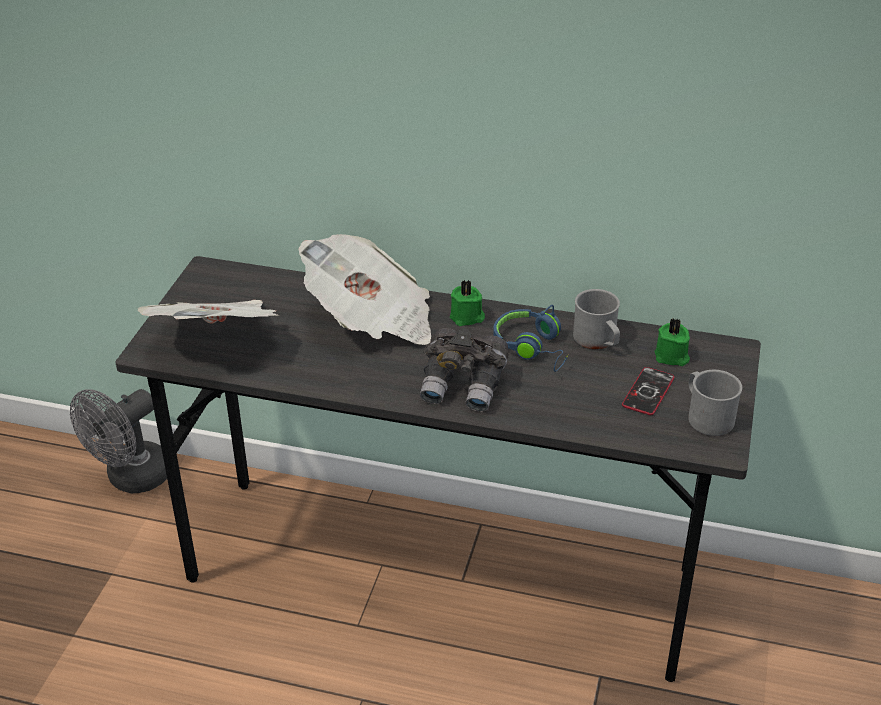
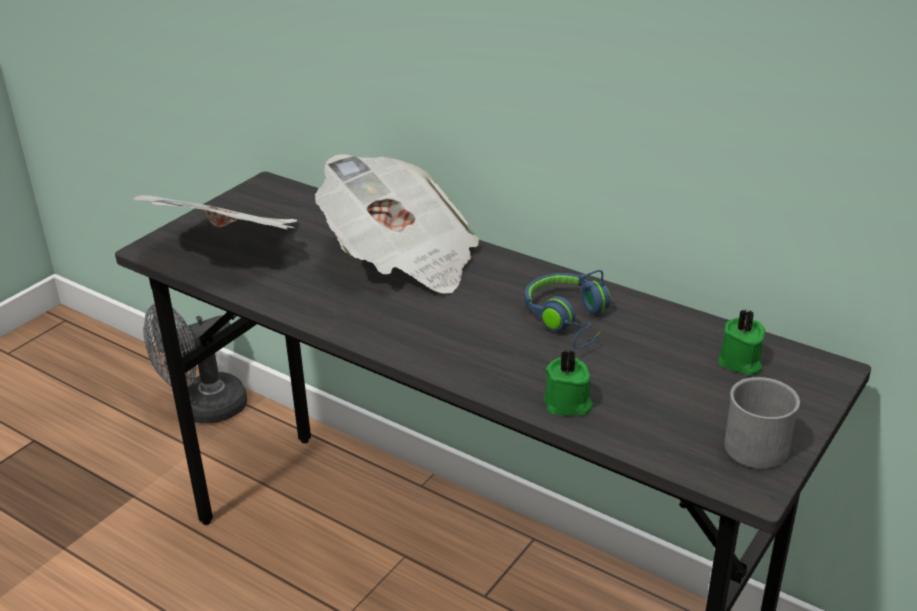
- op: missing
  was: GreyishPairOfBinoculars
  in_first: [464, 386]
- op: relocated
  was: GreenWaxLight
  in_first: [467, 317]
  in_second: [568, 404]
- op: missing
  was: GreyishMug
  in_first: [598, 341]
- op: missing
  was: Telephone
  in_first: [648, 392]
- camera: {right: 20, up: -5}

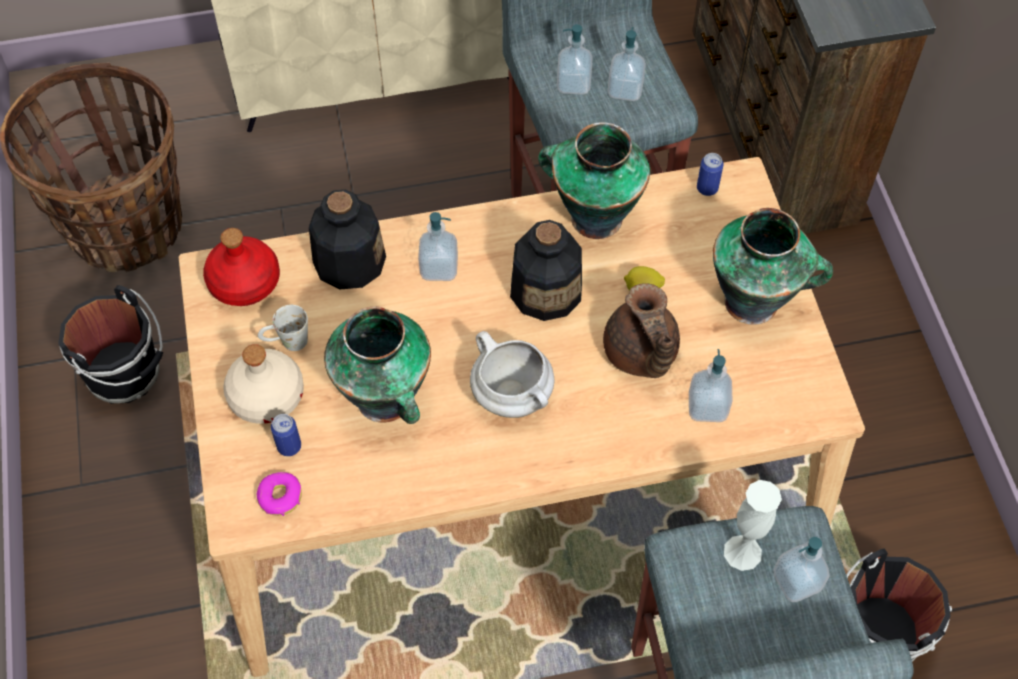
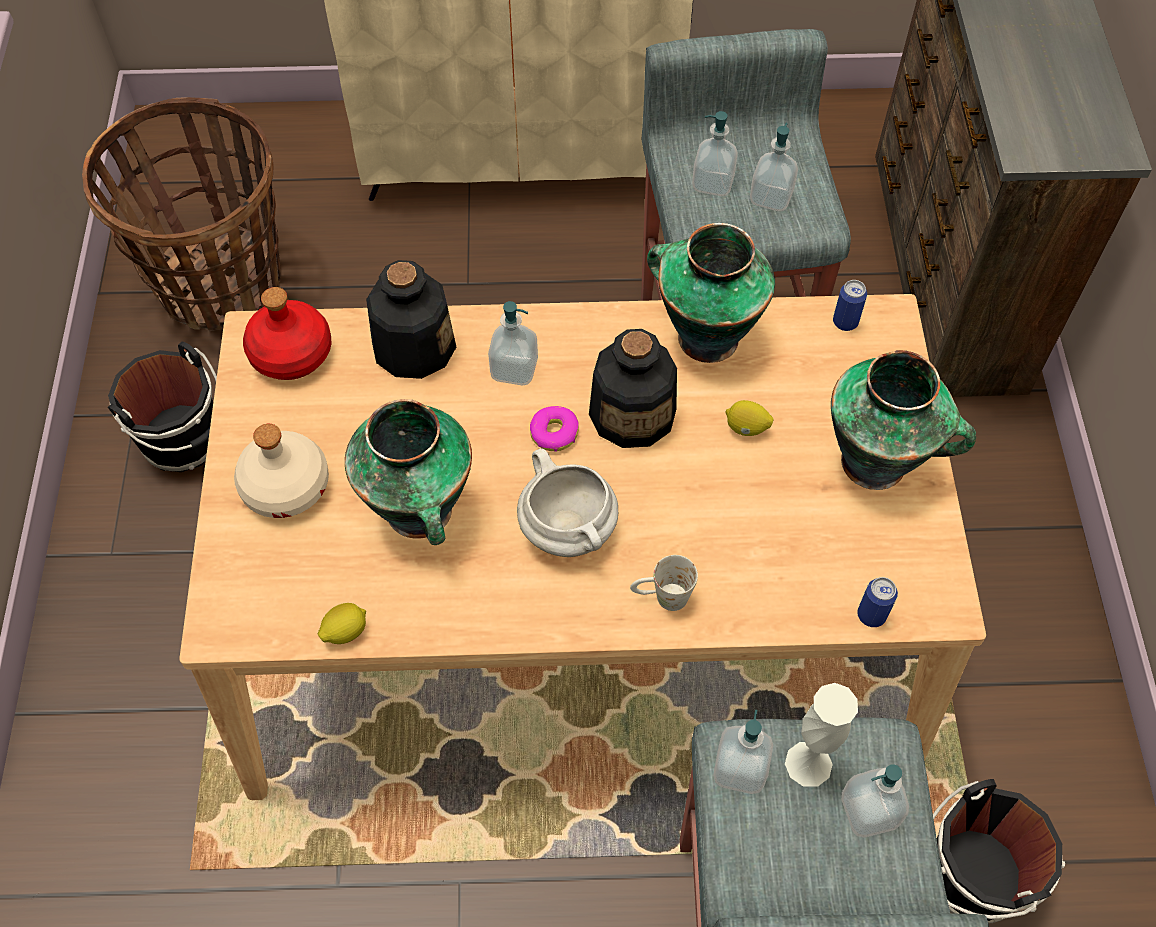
- op: relocated
  was: Doughnut
  in_first: [280, 497]
  in_second: [554, 433]
- op: relocated
  was: WhitishMug
  in_first: [286, 342]
  in_second: [661, 598]
- op: relocated
  was: MetalCan
  in_first: [289, 446]
  in_second: [871, 615]
- op: missing
  was: BrownColouredTeapot
  in_first: [640, 354]
- op: relocated
  was: LiquidSoapBottle
  in_first: [707, 407]
  in_second: [740, 769]
- op: appeared
  now: CitrusFruit
  in_second: [345, 631]
- camera: {right: 10, up: 0}

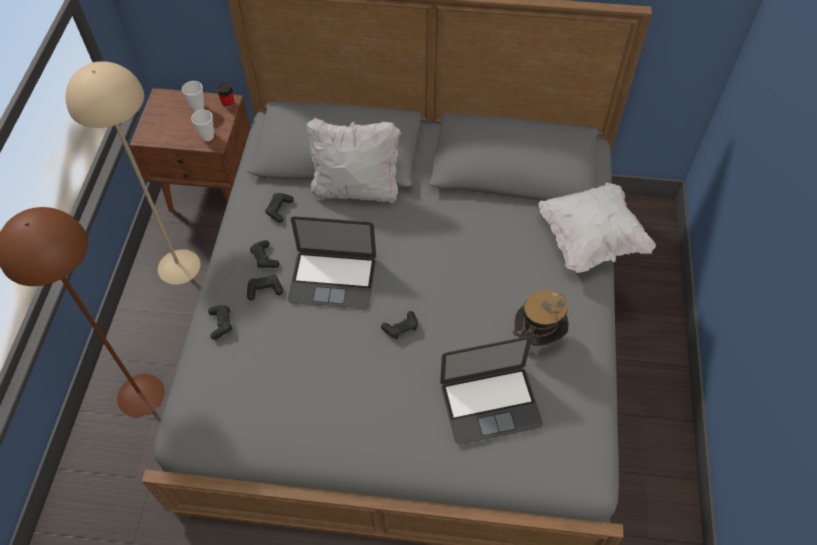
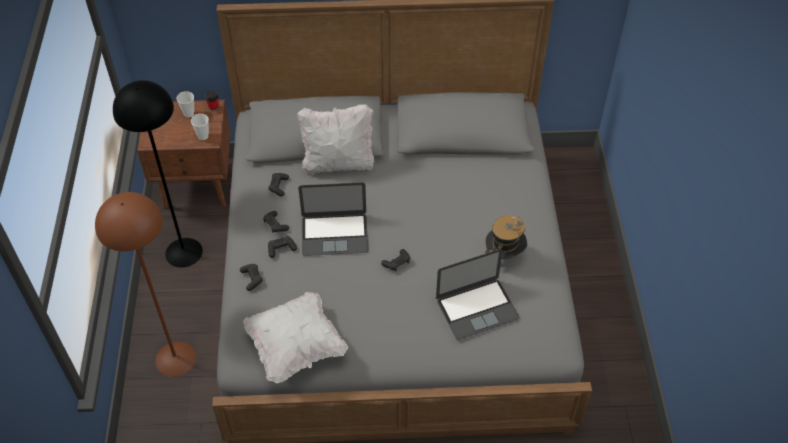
- op: colour
  was: BeigeFloorLamp
  now: BlackColouredFloorLamp
  in_first: [179, 267]
  in_second: [184, 252]
- op: relocated
  was: WhitishThrowPillow
  in_first: [590, 239]
  in_second: [296, 346]
- camera: {right: -10, up: -5}

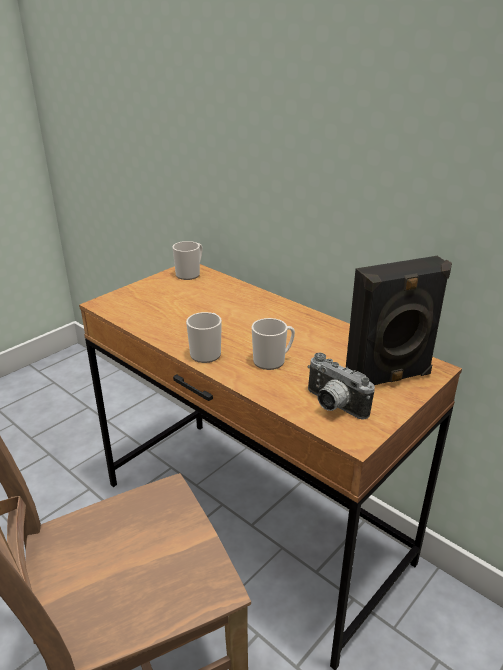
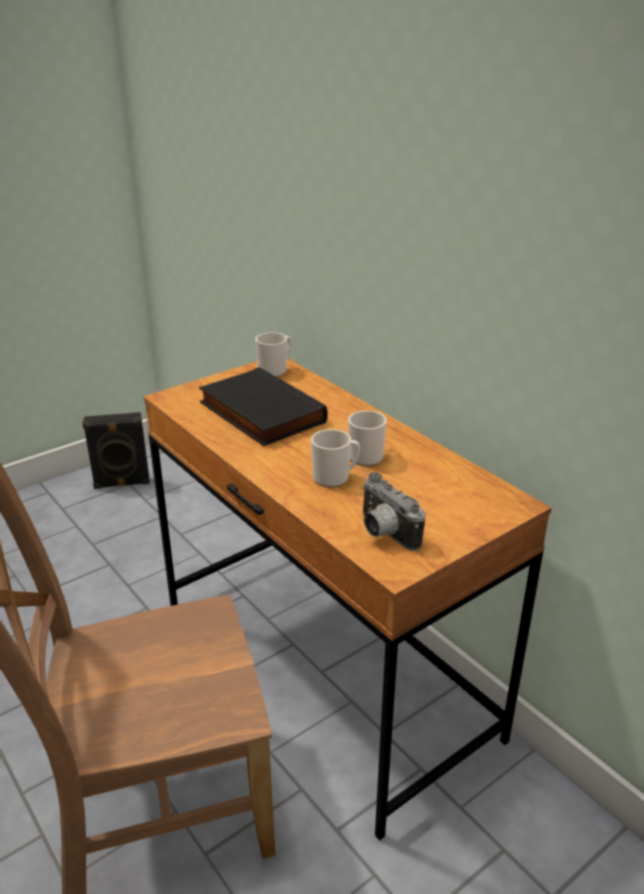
- op: relocated
  was: Mug
  in_first: [207, 352]
  in_second: [368, 455]
- op: relocated
  was: BlackColouredSpeaker
  in_first: [389, 378]
  in_second: [122, 484]
- op: appeared
  now: BlackColouredBook
  in_second: [259, 413]
- camera: {right: 10, up: 0}

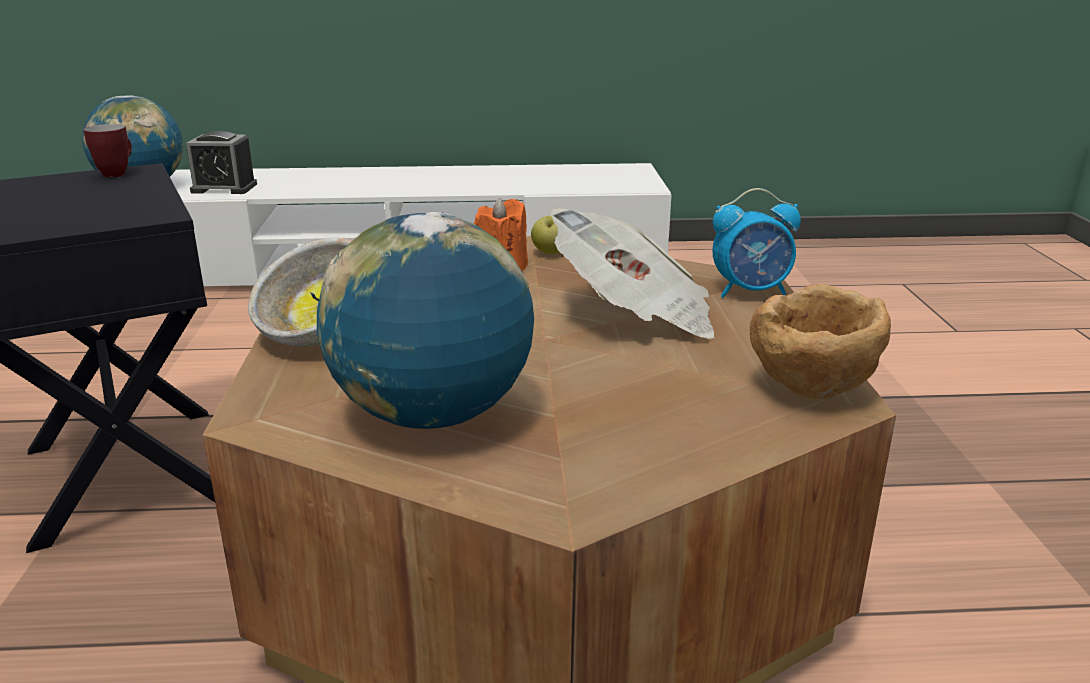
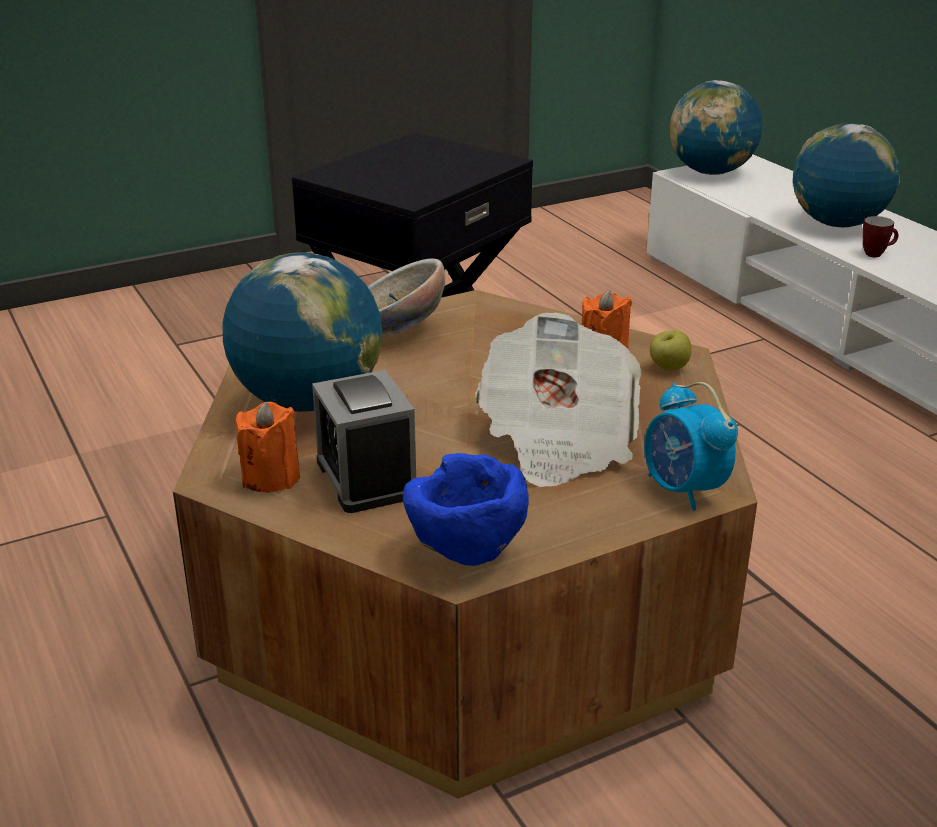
- op: relocated
  was: Mug
  in_first: [117, 173]
  in_second: [876, 254]
- op: relocated
  was: BedsideClock
  in_first: [224, 188]
  in_second: [366, 478]
- op: colour
  was: BrownColouredDeepDish
  now: BluishDeepDish
  in_first: [812, 392]
  in_second: [466, 553]
- op: appeared
  now: OrangeColouredWaxLight
  in_second: [271, 477]
- op: appeared
  now: Globe
  in_second: [837, 224]
- camera: {right: 65, up: 5}

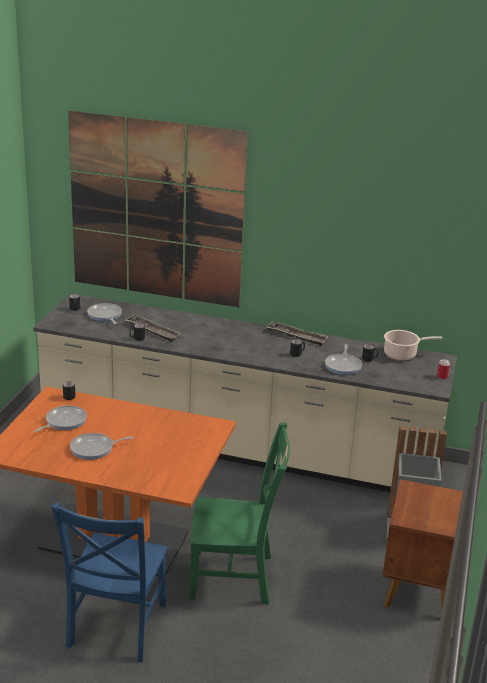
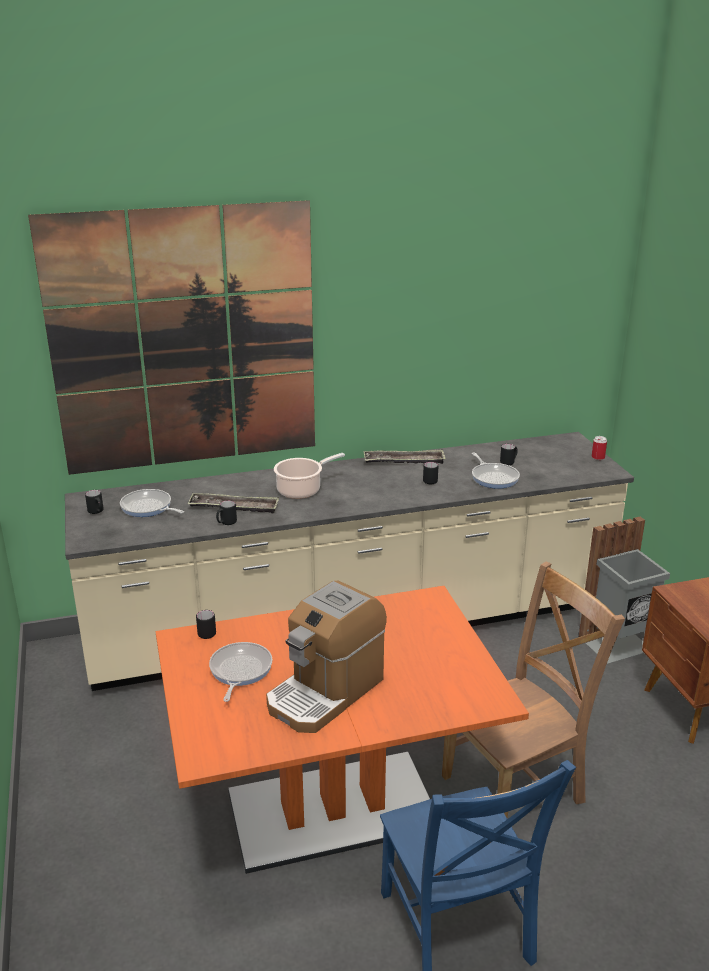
- op: exchanged
  was: FryingPan
  now: CoffeeBrewer
  in_first: [94, 449]
  in_second: [325, 692]
- op: colour
  was: GreenPlainChair
  now: BrownColouredPlainChair
  in_first: [235, 577]
  in_second: [517, 786]
- op: relocated
  was: Saucepot
  in_first: [402, 354]
  in_second: [301, 490]
- camera: {right: -30, up: 0}

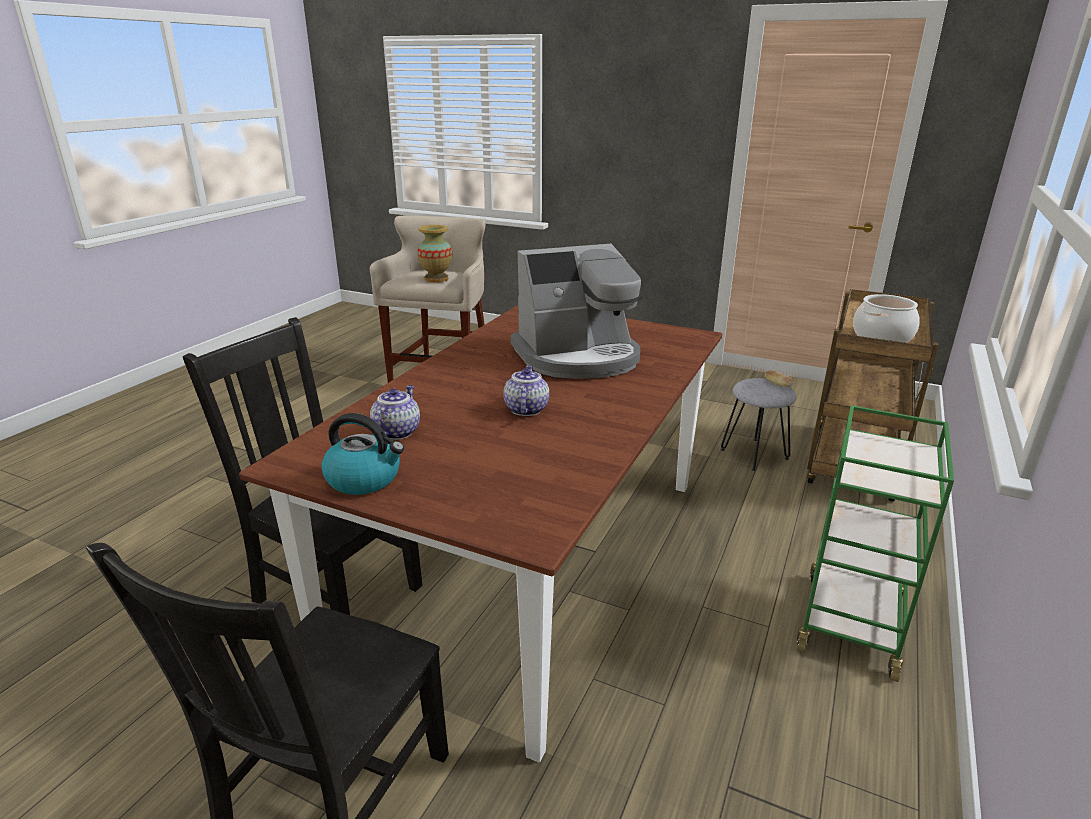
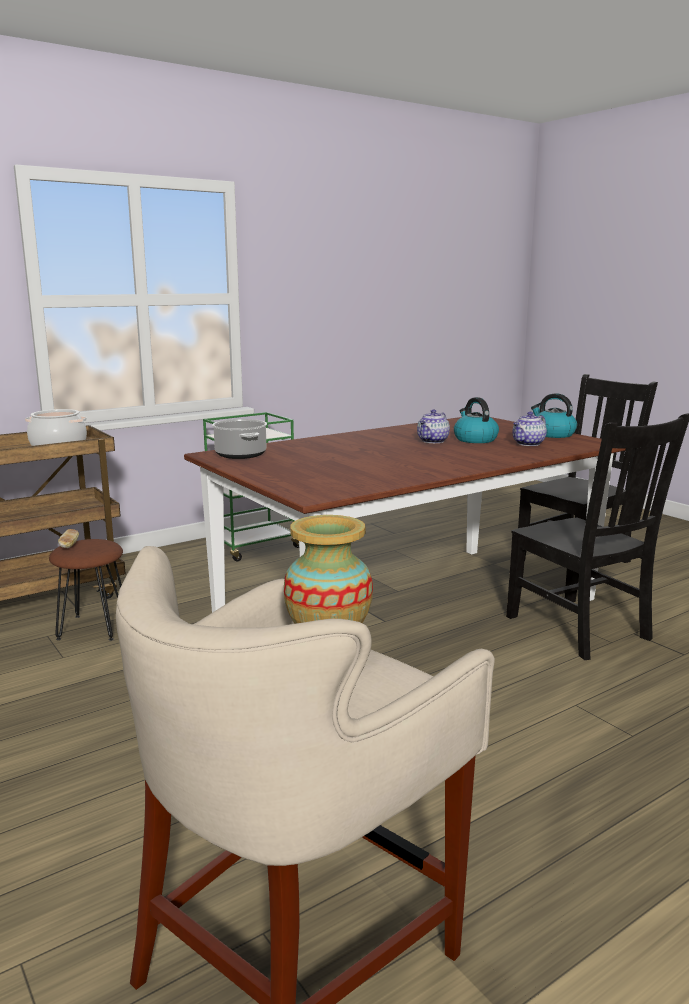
- op: missing
  was: CoffeeBrewer
  in_first: [578, 357]
- op: colour
  was: GreyishStoolSeat
  now: BrownColouredStoolSeat
  in_first: [754, 454]
  in_second: [94, 627]
- op: appeared
  now: Saucepot
  in_second: [240, 454]
- op: appeared
  now: Kettle
  in_second: [474, 439]
- camera: {right: -150, up: -10}

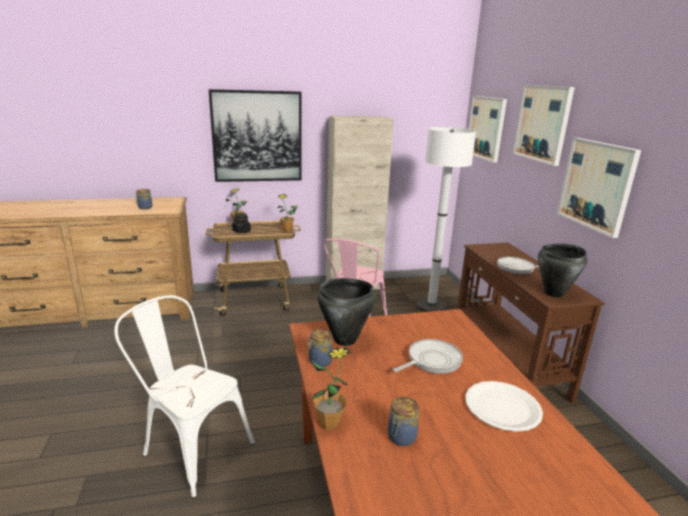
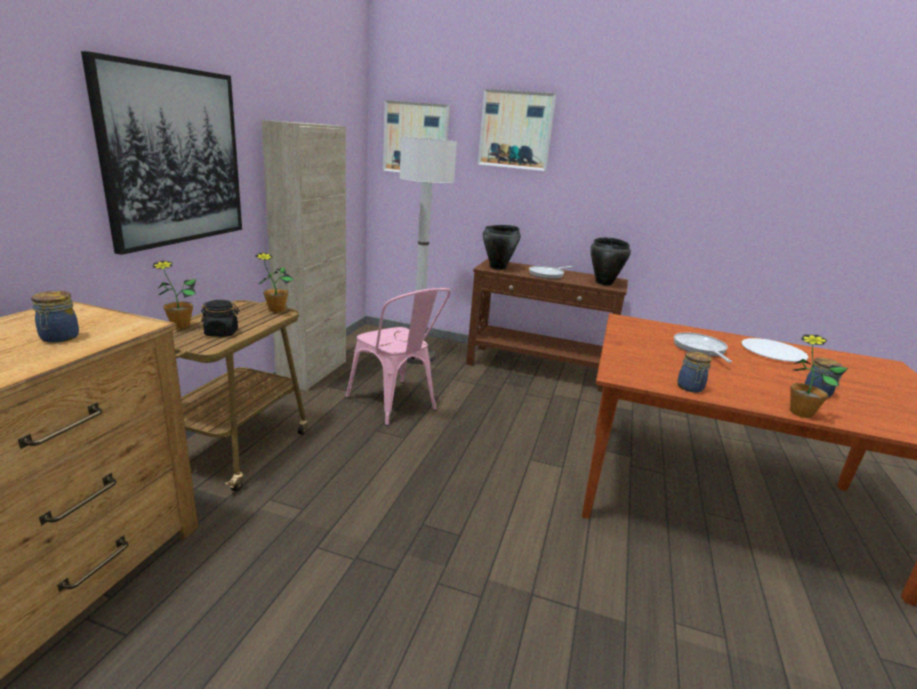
- op: missing
  was: WhitishPlainChair
  in_first: [191, 447]
- op: relocated
  was: BlackColouredSaucepot
  in_first: [345, 340]
  in_second: [498, 267]
- op: missing
  was: Picture
  in_first: [596, 185]
- camera: {right: -60, up: 0}

